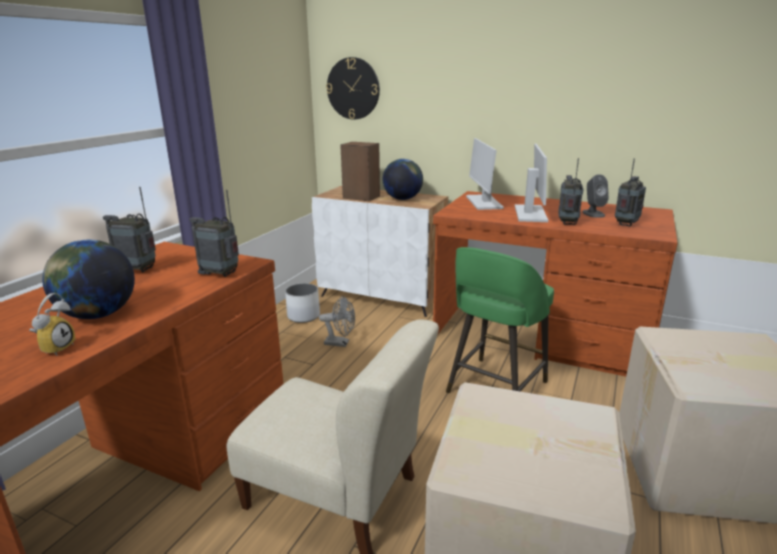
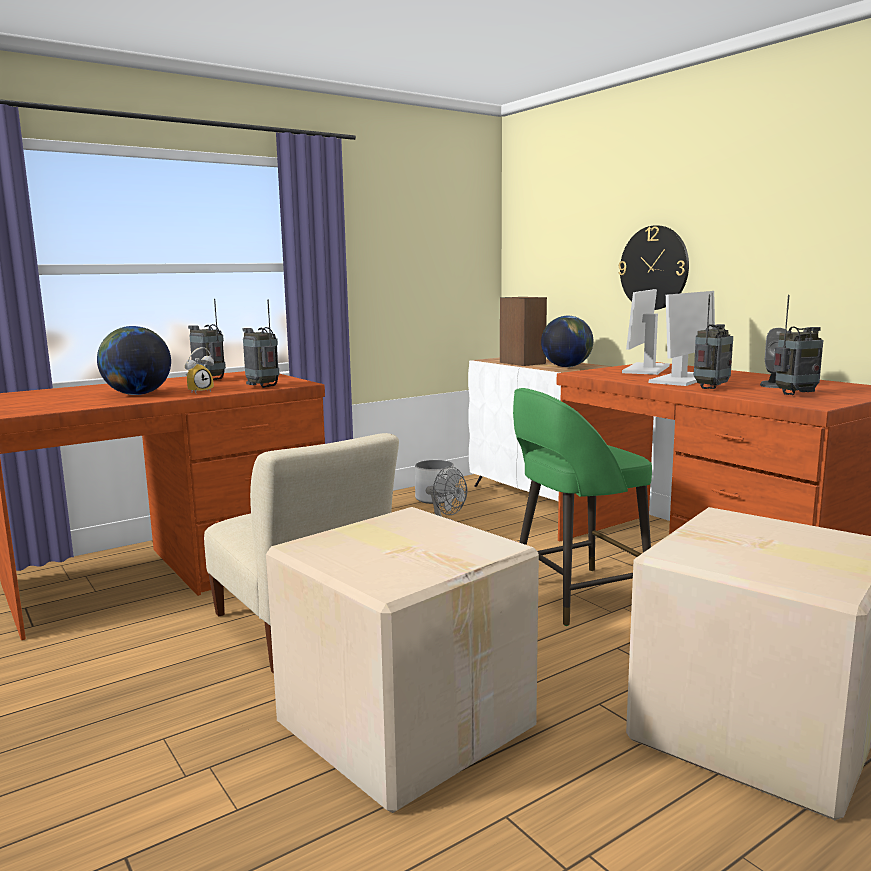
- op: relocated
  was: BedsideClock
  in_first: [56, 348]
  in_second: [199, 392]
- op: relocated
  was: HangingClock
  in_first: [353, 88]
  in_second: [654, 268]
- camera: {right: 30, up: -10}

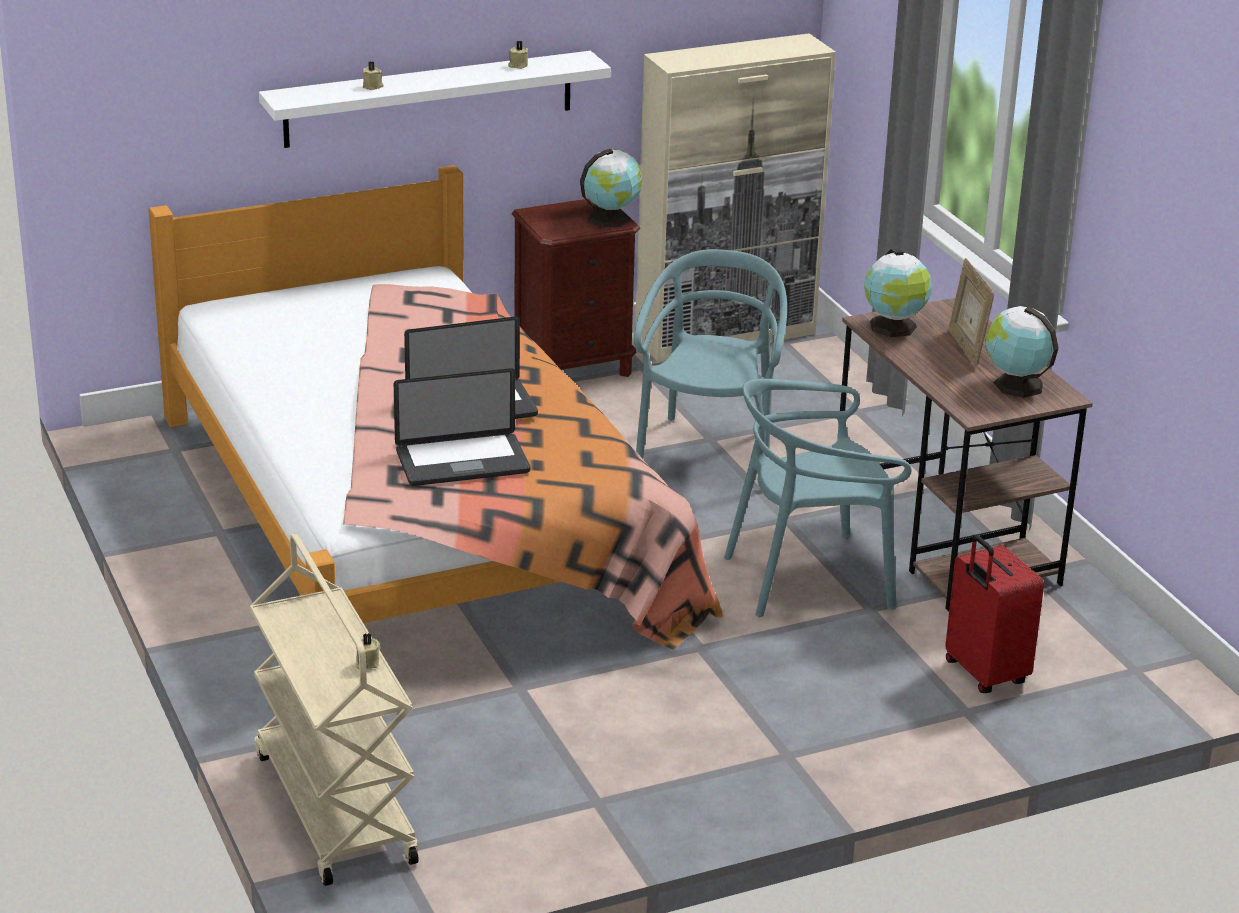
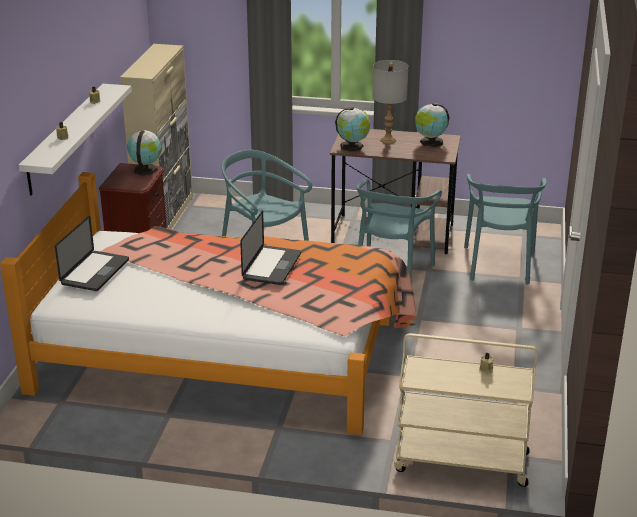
- op: relocated
  was: PortableComputer
  in_first: [462, 462]
  in_second: [95, 272]
- op: exchanged
  was: RedColouredSuitcase
  now: BlueGreenPlainChair
  in_first: [983, 674]
  in_second: [499, 264]
- op: exchanged
  was: PictureFrame
  now: GreyishTableLamp
  in_first: [966, 348]
  in_second: [388, 140]
- camera: {right: -55, up: 0}

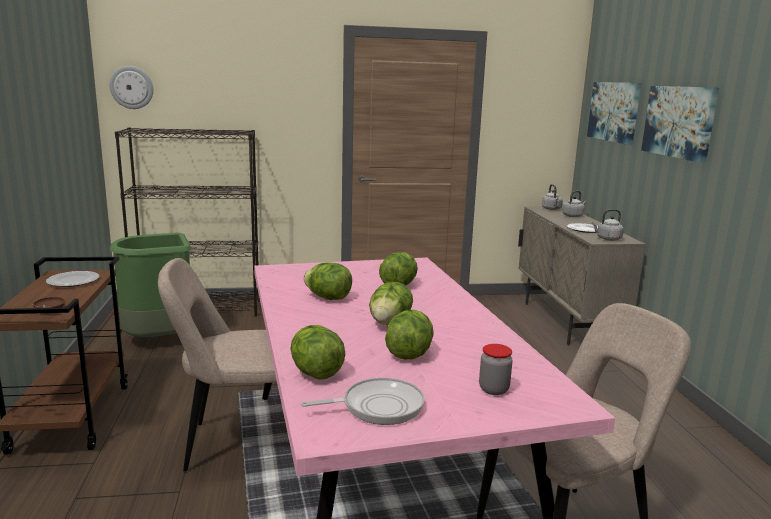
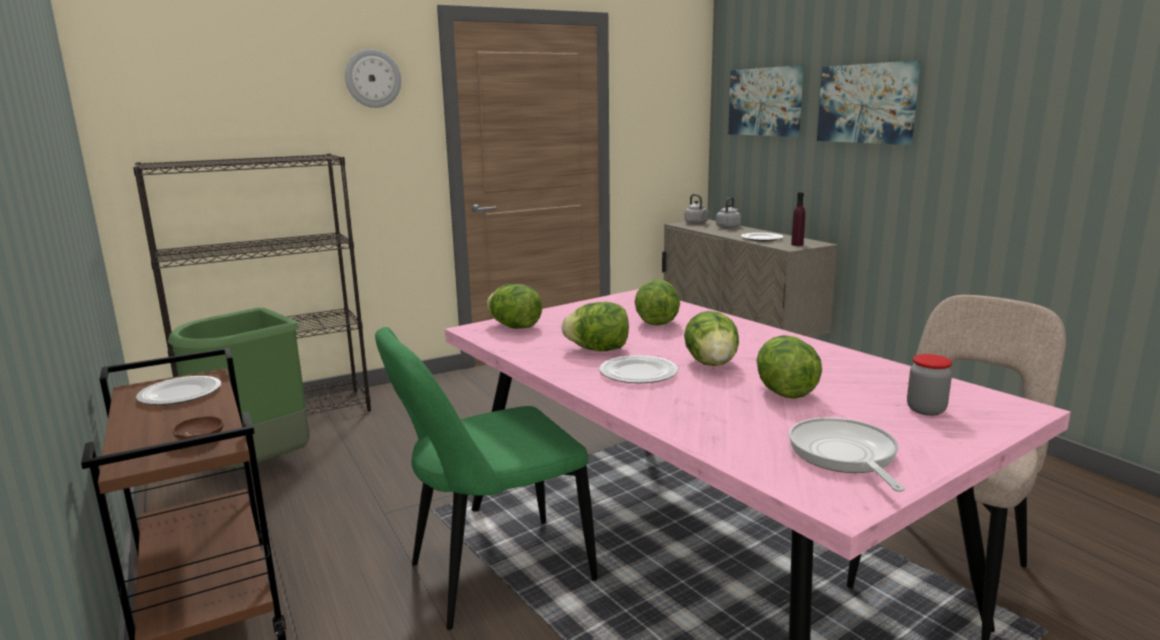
- op: relocated
  was: HangingClock
  in_first: [131, 87]
  in_second: [373, 78]
- op: colour
  was: BeigePlainChair
  now: GreenPlainChair
  in_first: [240, 444]
  in_second: [492, 574]
- op: relocated
  was: HeadOfLettuce
  in_first: [316, 372]
  in_second: [515, 327]
- op: spun
  was: FryingPan
  in_first: [378, 407]
  in_second: [844, 455]
  clockwise: -60
- op: exchanged
  was: GreyishKettle
  now: PurplishBottle
  in_first: [607, 239]
  in_second: [797, 244]
- op: appeared
  now: Plate
  in_second: [639, 373]
- camera: {right: -20, up: 0}

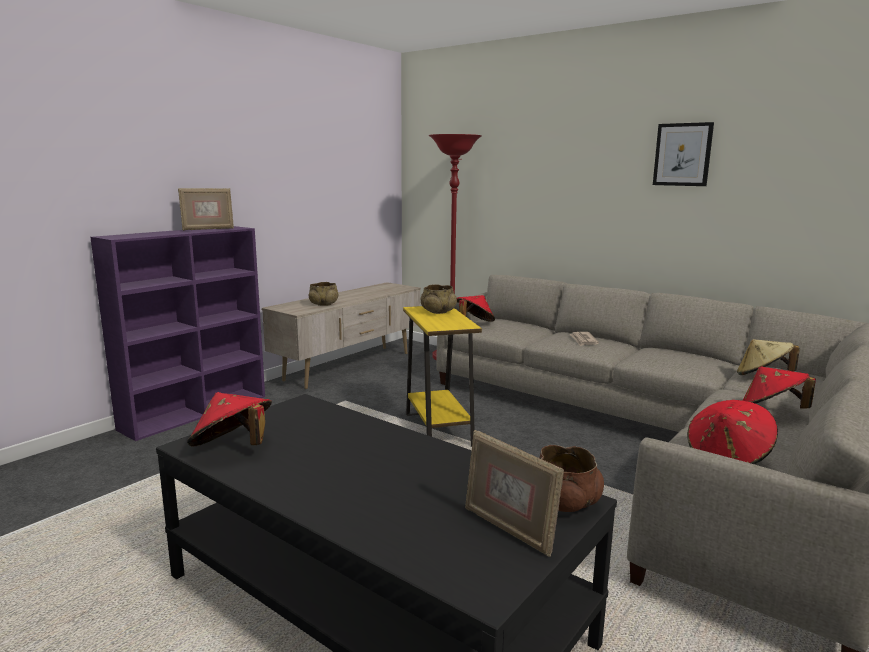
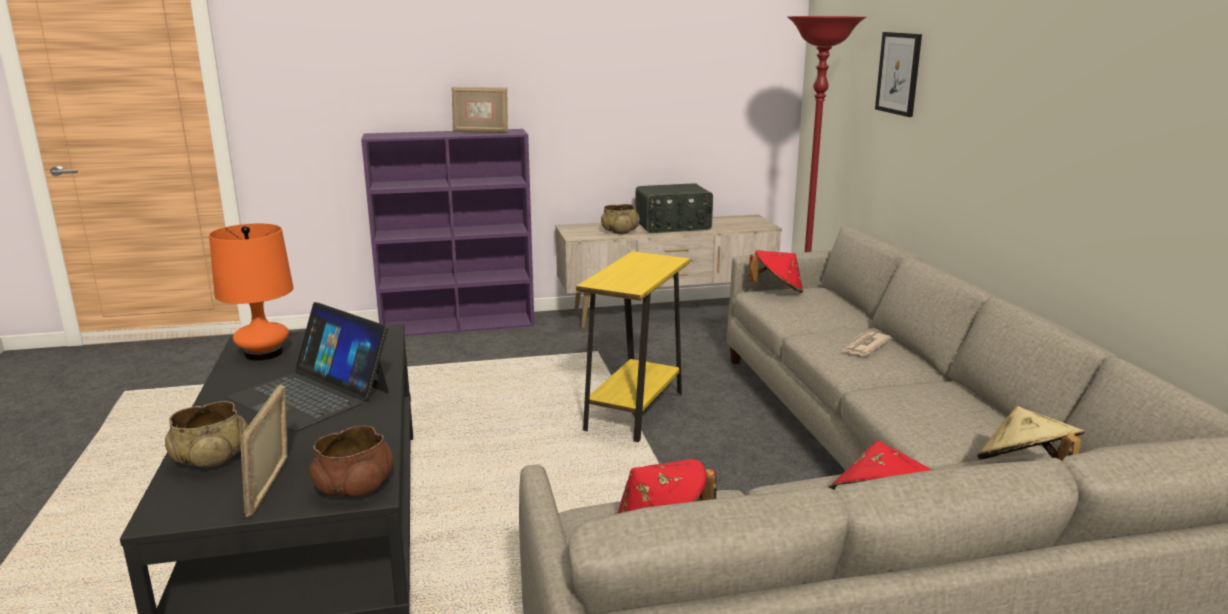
- op: exchanged
  was: RedColouredHat
  now: OrangeColouredTableLamp
  in_first: [233, 448]
  in_second: [263, 353]
- op: relocated
  was: BeigeDeepDish
  in_first: [438, 312]
  in_second: [211, 459]
- op: relocated
  was: Picture
  in_first: [682, 154]
  in_second: [899, 73]
- op: appeared
  now: PortableComputer
  in_second: [311, 394]
- op: appeared
  now: RadioSet
  in_second: [673, 226]
- camera: {right: 40, up: 5}

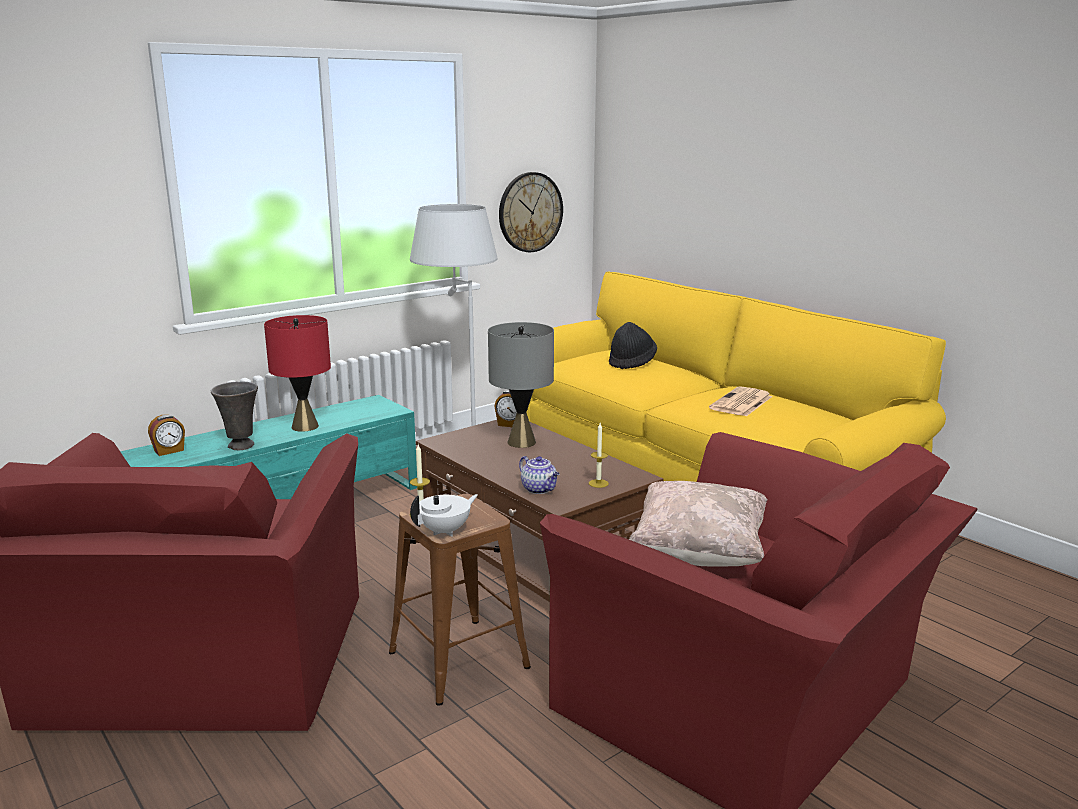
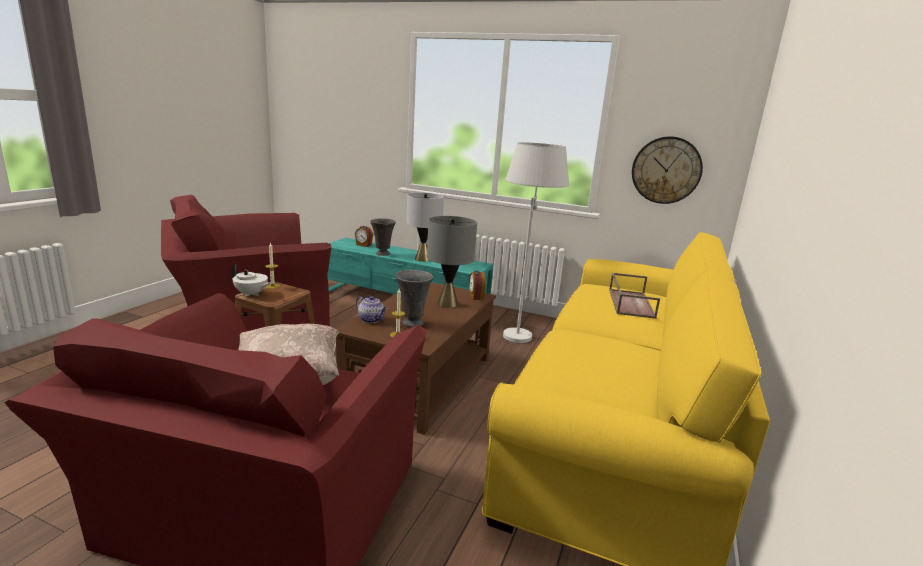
- op: colour
  was: RedColouredTableLamp
  now: GreyishTableLamp
  in_first: [304, 426]
  in_second: [422, 259]
- op: spun
  was: Teapot
  in_first: [539, 489]
  in_second: [371, 319]
  clockwise: -75
- op: exchanged
  was: BlackColouredHat
  now: BrownColouredCarryingTray
  in_first: [632, 363]
  in_second: [630, 303]
- op: missing
  was: PrintedPaper
  in_first: [741, 403]
- op: appeared
  now: GreyishDecorativeVase
  in_second: [412, 323]
- camera: {right: 60, up: 0}

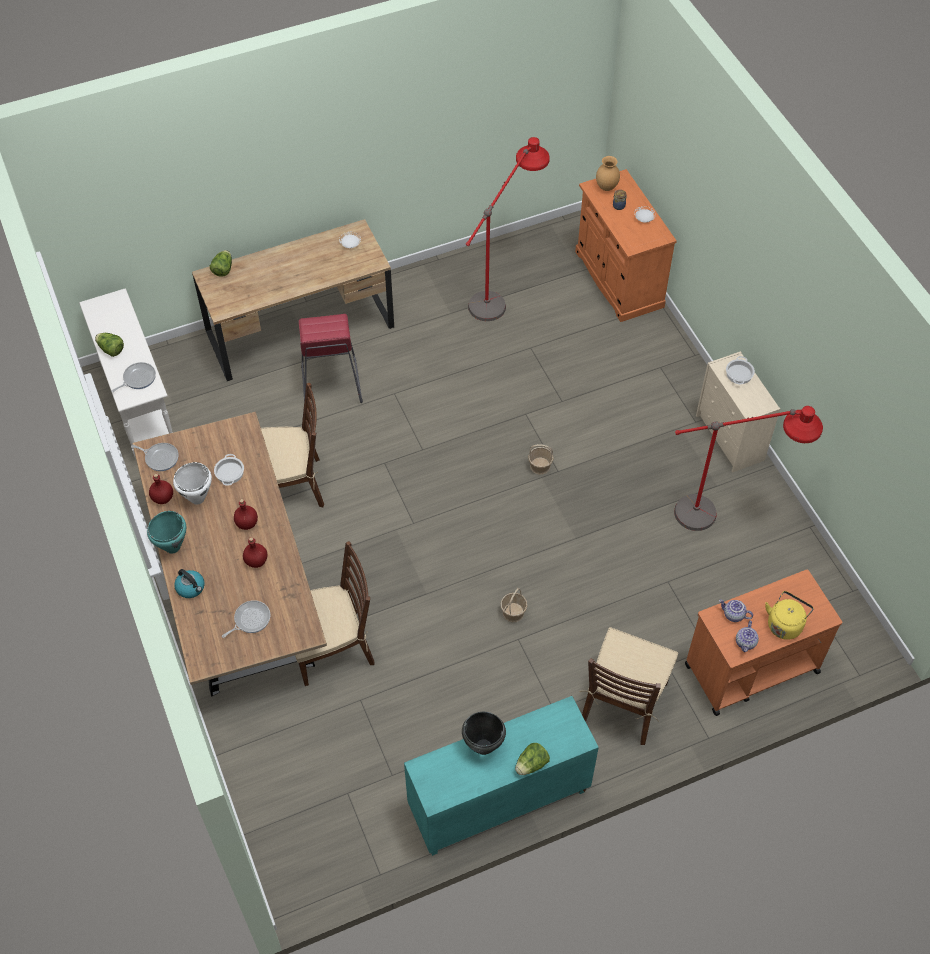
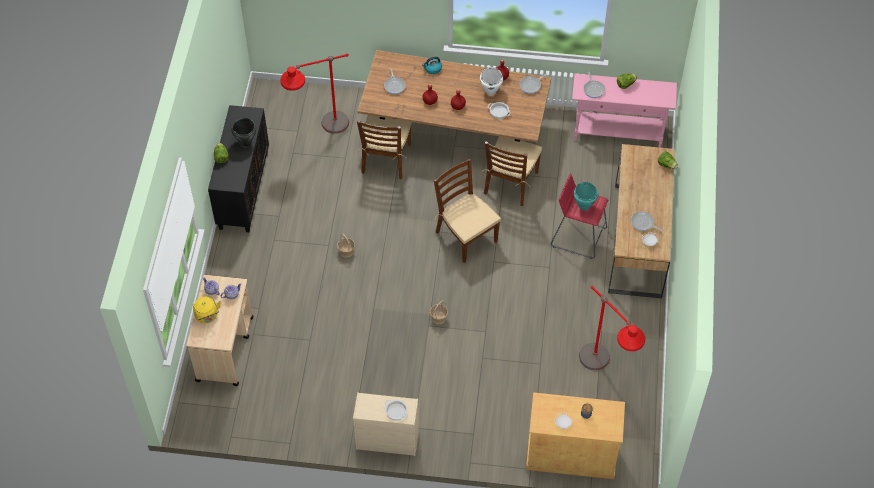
- op: colour
  was: WhitishHallTable
  now: PinkHallTable
  in_first: [140, 409]
  in_second: [618, 134]
- op: relocated
  was: BlueGreenSaucepot
  in_first: [173, 547]
  in_second: [584, 206]
- op: colour
  was: BlueGreenCabinet
  now: BlackColouredCabinet
  in_first: [498, 802]
  in_second: [243, 190]
- op: colour
  was: OrangeColouredCabinet
  now: BeigeCabinet
  in_first: [618, 279]
  in_second: [571, 455]
- op: relocated
  was: BrownColouredPlainChair
  in_first: [624, 702]
  in_second: [465, 236]
- op: missing
  was: BrownColouredDecorativeVase
  in_first: [606, 187]
- op: relocated
  was: RedColouredFloorLamp
  in_first: [725, 517]
  in_second: [321, 134]
- op: colour
  was: OrangeColouredCart
  now: BeigeCart
  in_first: [750, 668]
  in_second: [225, 348]
- op: appeared
  now: FryingPan
  in_second: [643, 223]
- camera: {right: 120, up: 0}

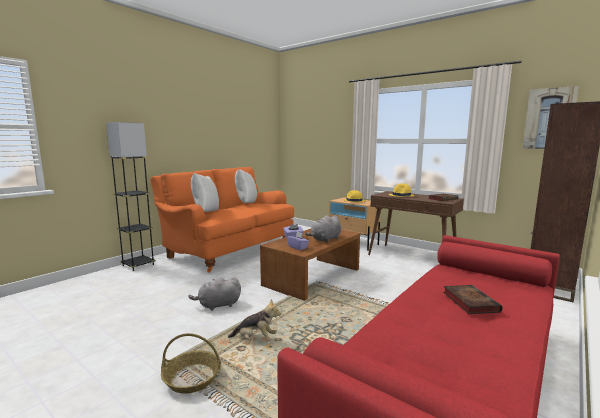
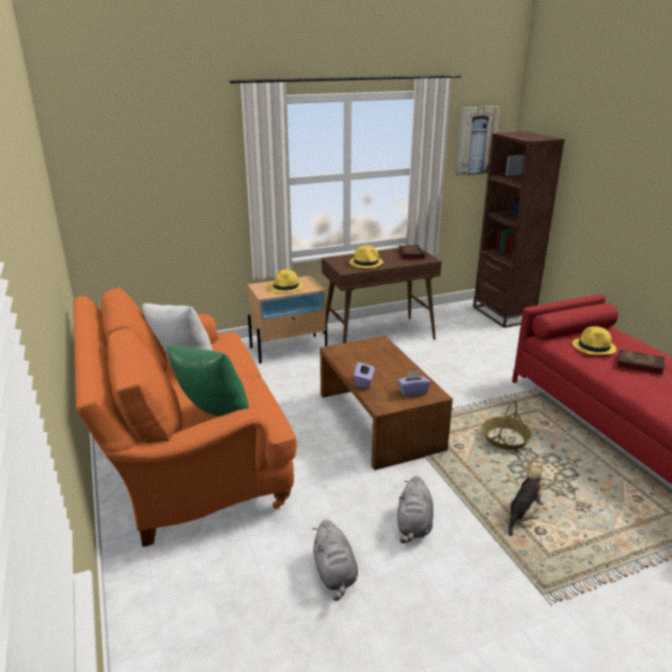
- op: missing
  was: GreyishFloorLamp
  in_first: [138, 265]
- op: relocated
  was: Basket
  in_first: [191, 378]
  in_second: [505, 439]
- op: colour
  was: WhitishThrowPillow
  now: GreenThrowPillow
  in_first: [205, 212]
  in_second: [212, 416]
- op: relocated
  was: GreyishCuddlyToy
  in_first: [325, 239]
  in_second: [335, 574]
- op: appeared
  now: YellowishHat
  in_second: [594, 347]
- camera: {right: -60, up: 15}

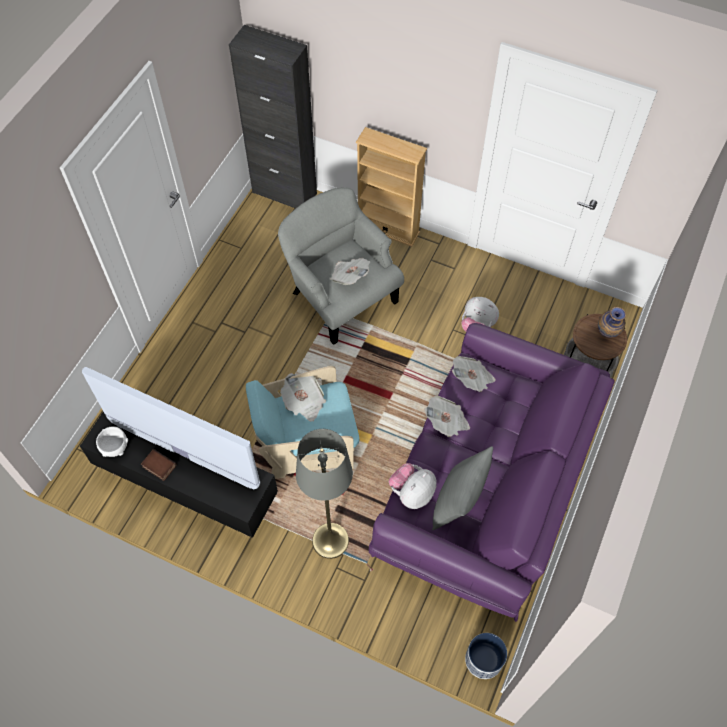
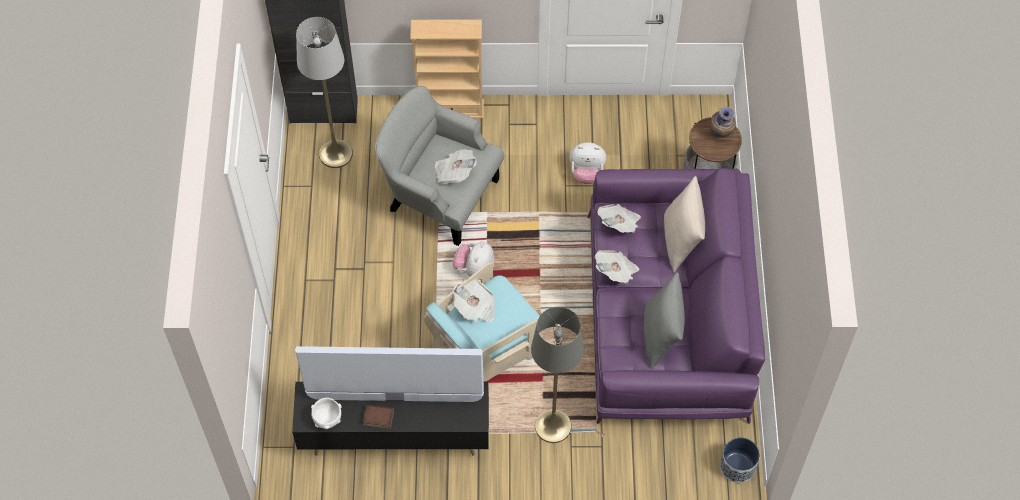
- op: relocated
  was: CuddlyToy
  in_first: [412, 493]
  in_second: [474, 269]
- op: appeared
  now: GreyishFloorLamp
  in_second: [335, 153]
- op: appeared
  now: BeigeThrowPillow
  in_second: [681, 241]
- camera: {right: -25, up: 0}

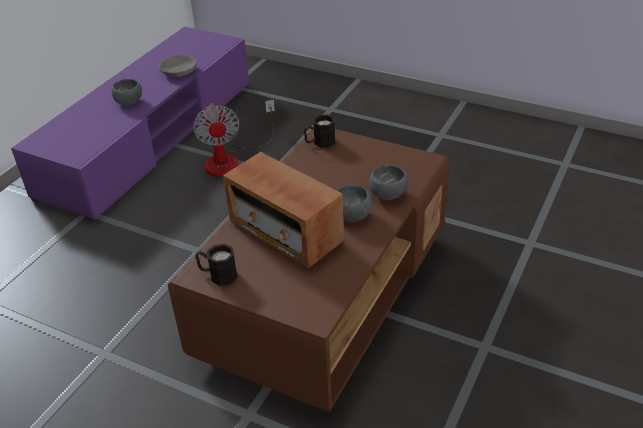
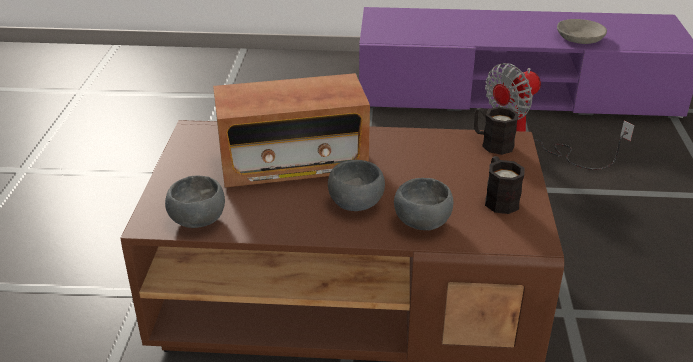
- op: relocated
  was: GreyishDeepDish
  in_first: [130, 101]
  in_second: [199, 221]
- op: relocated
  was: BlackColouredMug
  in_first: [218, 275]
  in_second: [499, 198]
- op: spun
  was: RadioSet
  in_first: [285, 233]
  in_second: [293, 164]
  clockwise: -120
- camera: {right: 65, up: -5}

